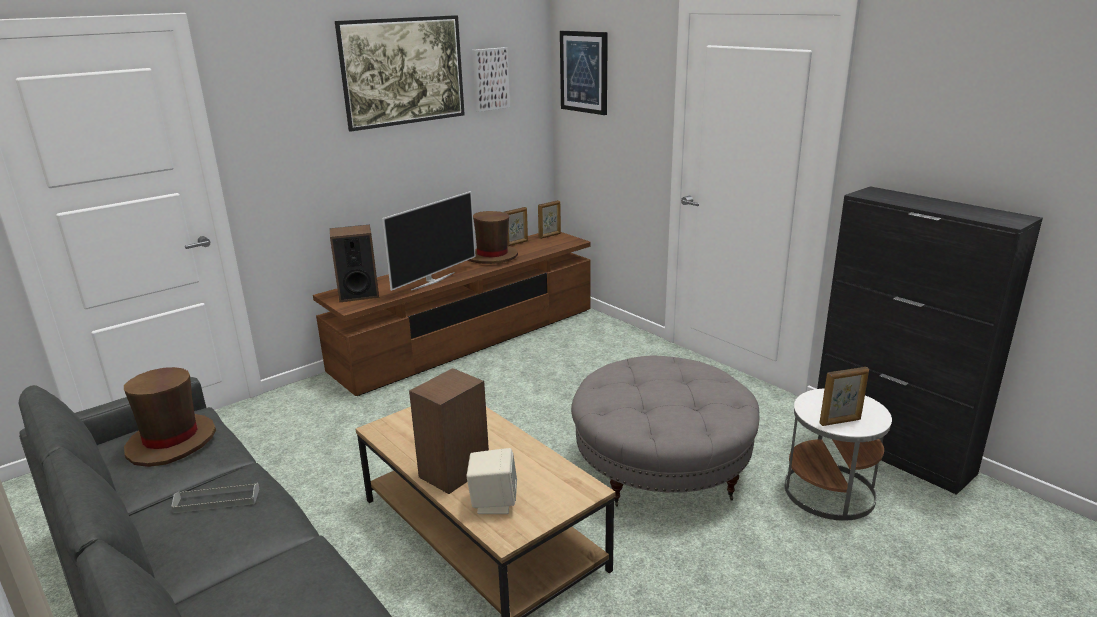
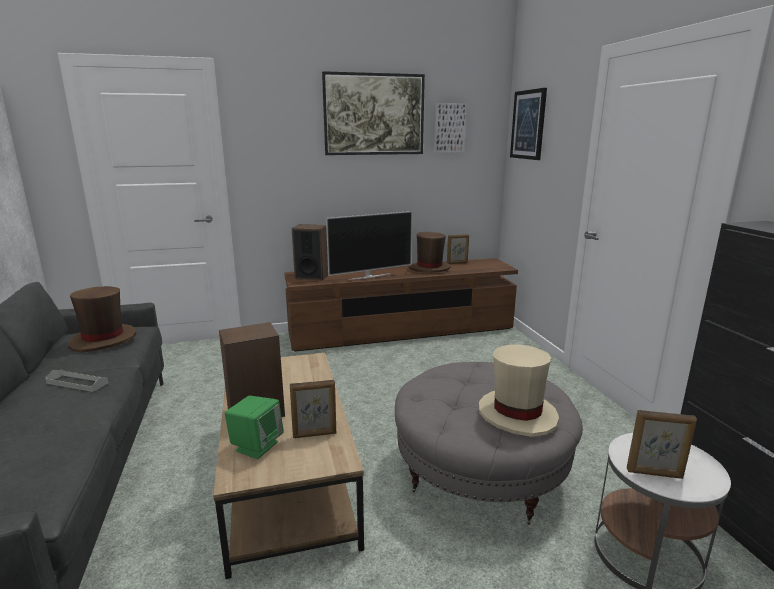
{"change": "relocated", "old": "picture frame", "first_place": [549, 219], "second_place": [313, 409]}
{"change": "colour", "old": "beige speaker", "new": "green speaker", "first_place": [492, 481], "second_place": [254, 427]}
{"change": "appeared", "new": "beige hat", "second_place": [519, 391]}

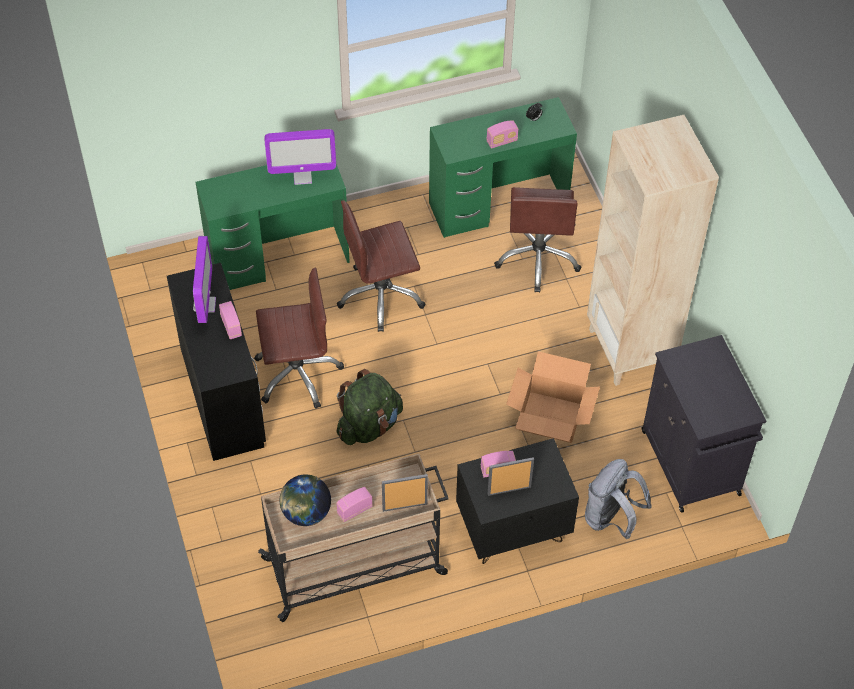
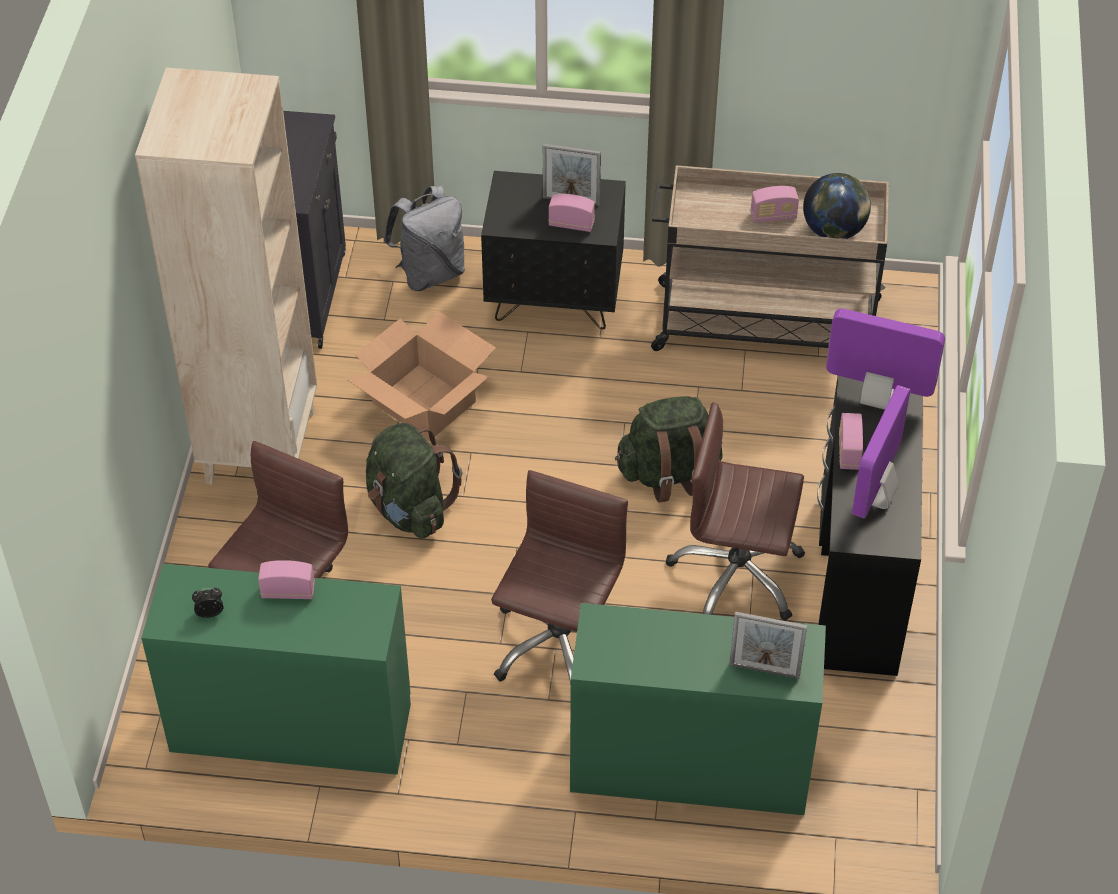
{"change": "relocated", "old": "monitor", "first_place": [300, 157], "second_place": [885, 359]}
{"change": "spun", "old": "brown office chair", "first_place": [381, 266], "second_place": [559, 577], "degrees": -75}
{"change": "relocated", "old": "picture frame", "first_place": [405, 493], "second_place": [768, 645]}
{"change": "appeared", "new": "green backpack", "second_place": [414, 481]}

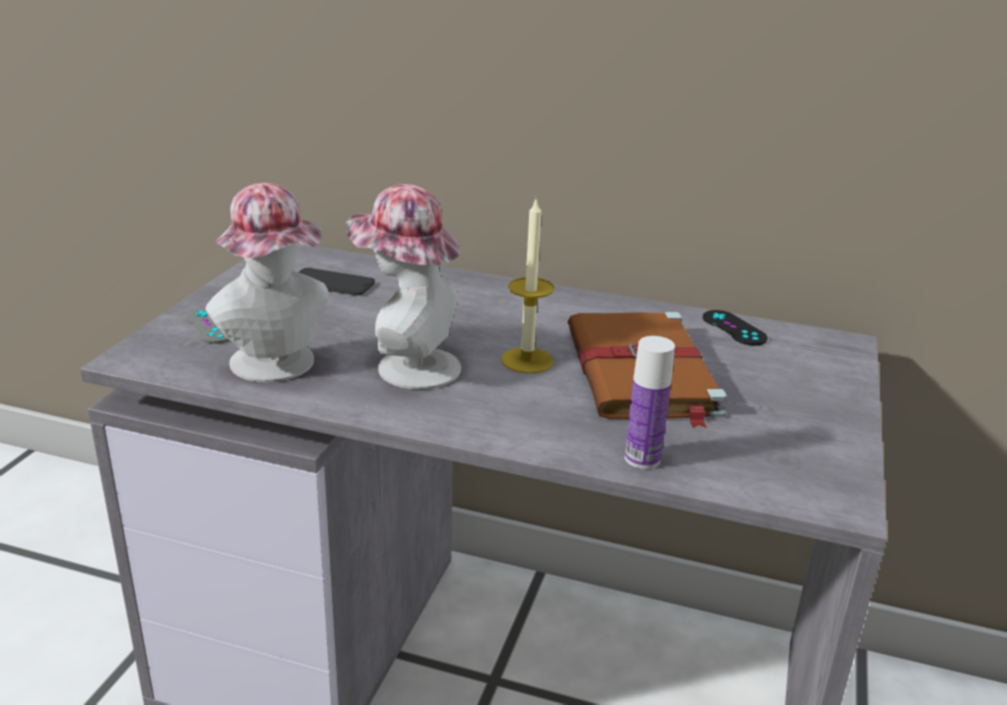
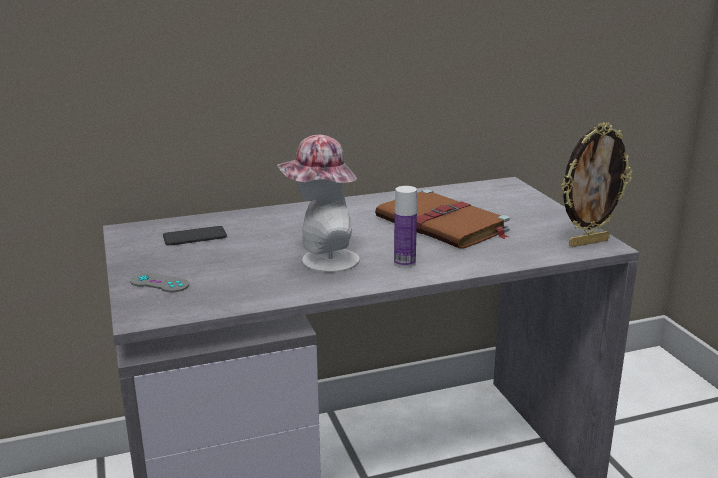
{"change": "missing", "old": "hat", "first_place": [267, 282]}
{"change": "missing", "old": "candle", "first_place": [527, 286]}
{"change": "missing", "old": "black game controller", "first_place": [735, 328]}
{"change": "relocated", "old": "bottle", "first_place": [650, 402], "second_place": [405, 227]}
{"change": "appeared", "new": "picture frame", "second_place": [596, 184]}

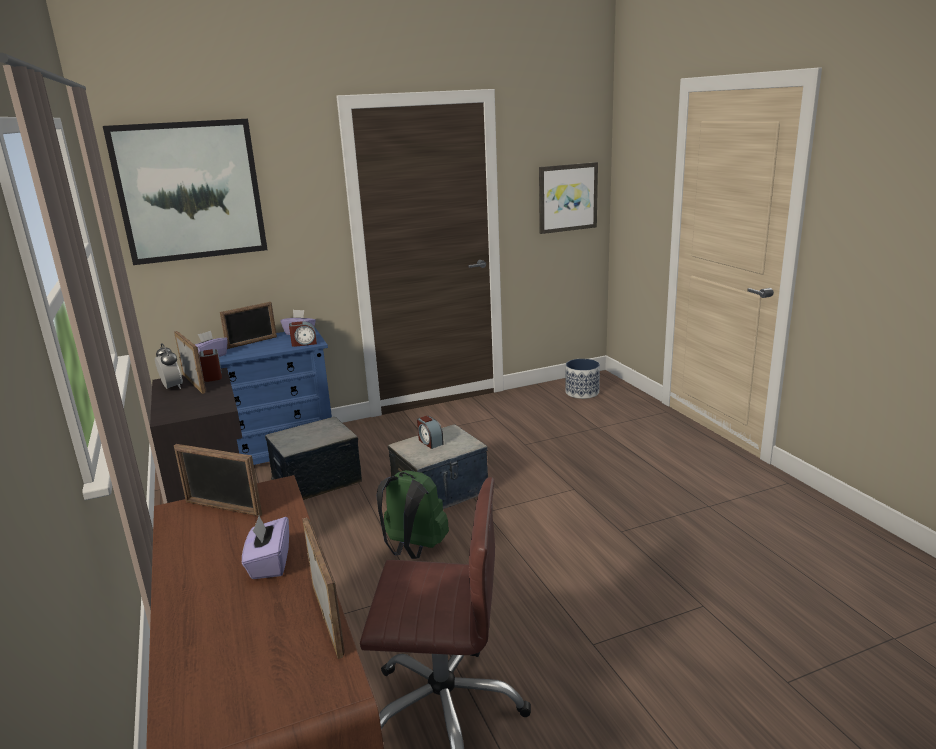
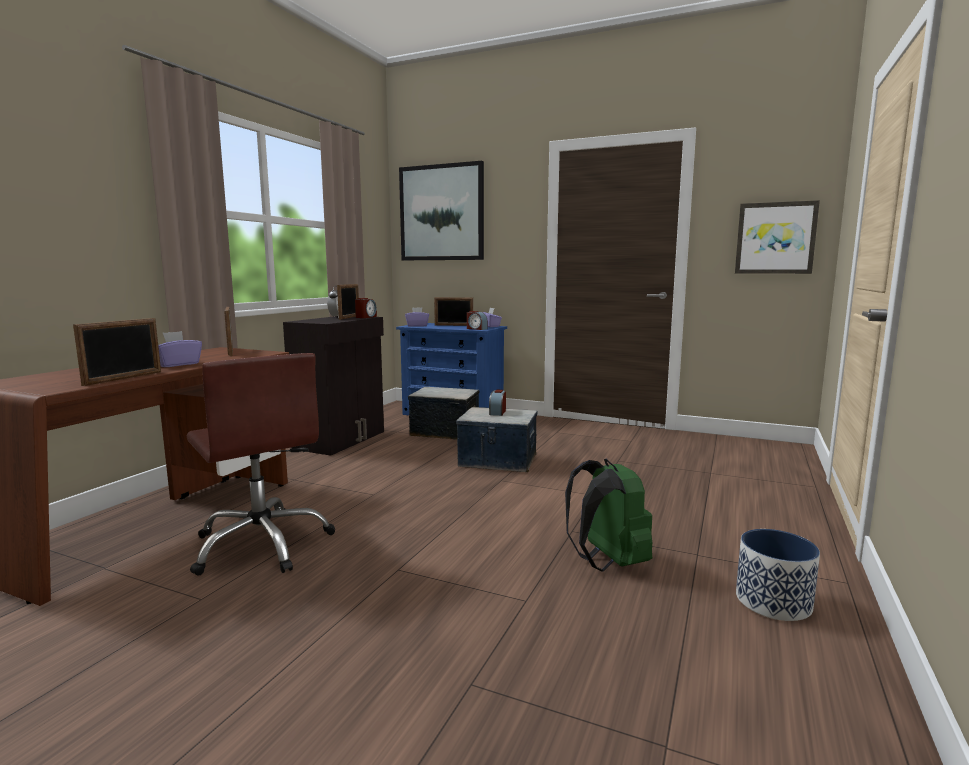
{"change": "relocated", "old": "planter", "first_place": [582, 379], "second_place": [778, 575]}
{"change": "relocated", "old": "green backpack", "first_place": [412, 514], "second_place": [608, 515]}

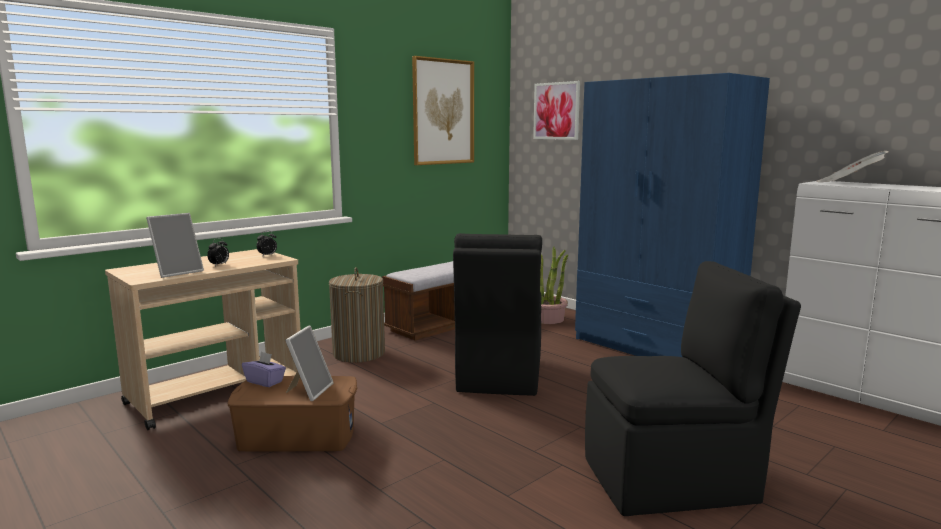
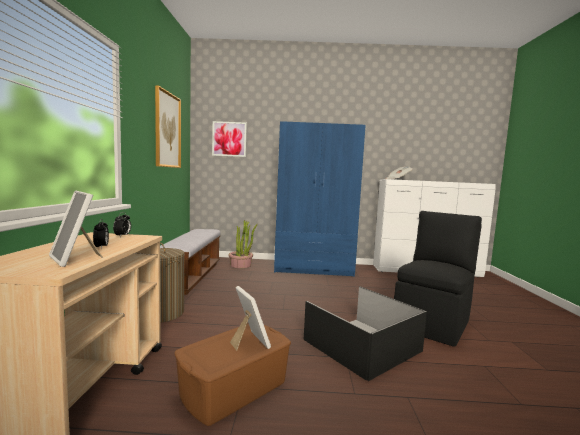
{"change": "spun", "old": "picture frame", "first_place": [175, 245], "second_place": [76, 229], "degrees": 135}
{"change": "missing", "old": "black chair", "first_place": [497, 314]}
{"change": "missing", "old": "purple tissue box", "first_place": [264, 369]}
{"change": "appeared", "new": "black storage box", "second_place": [365, 333]}

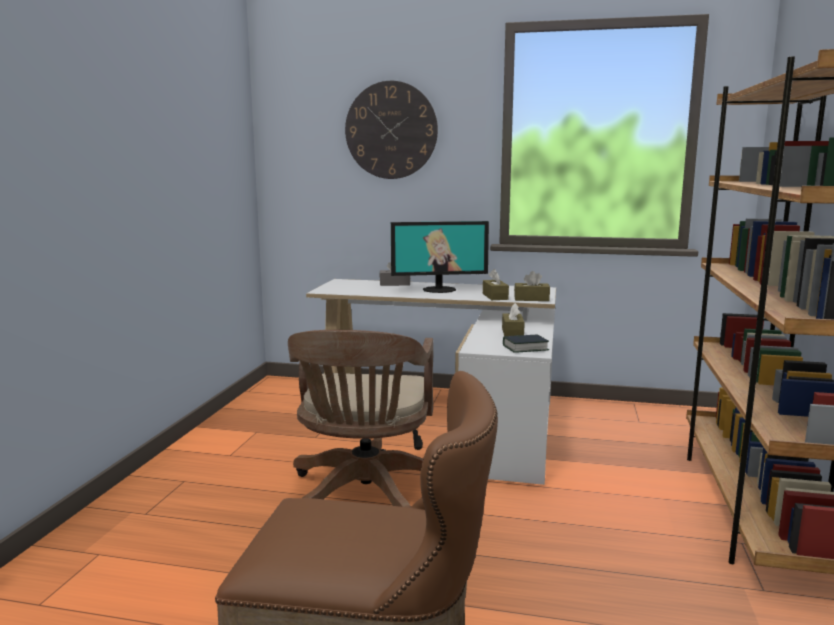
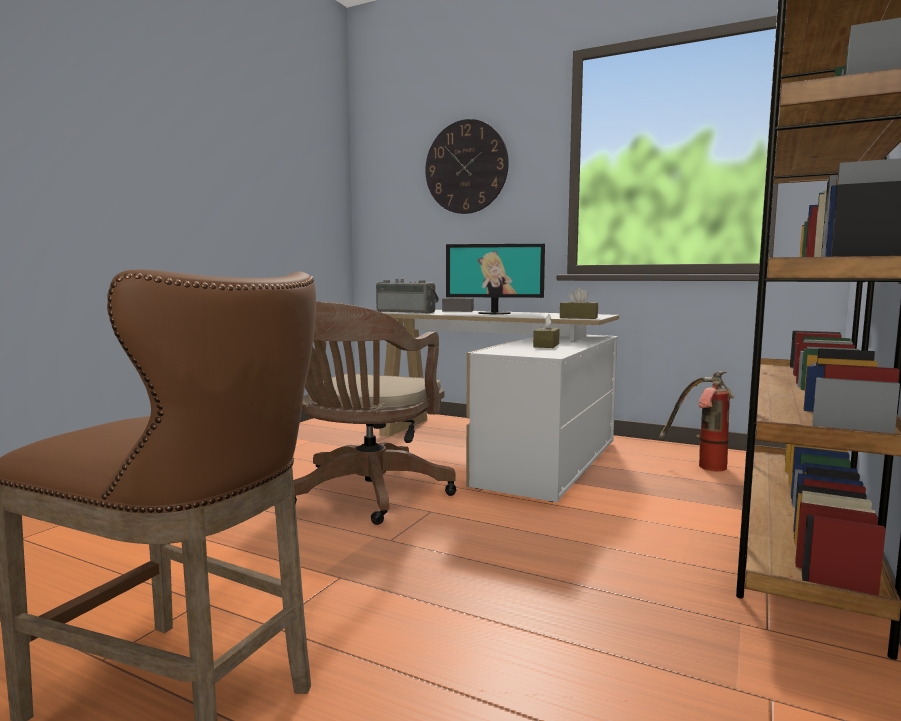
{"change": "missing", "old": "brown tissue box", "first_place": [496, 284]}
{"change": "missing", "old": "book", "first_place": [526, 343]}
{"change": "appeared", "new": "radio", "second_place": [407, 296]}
{"change": "appeared", "new": "fire extinguisher", "second_place": [696, 421]}

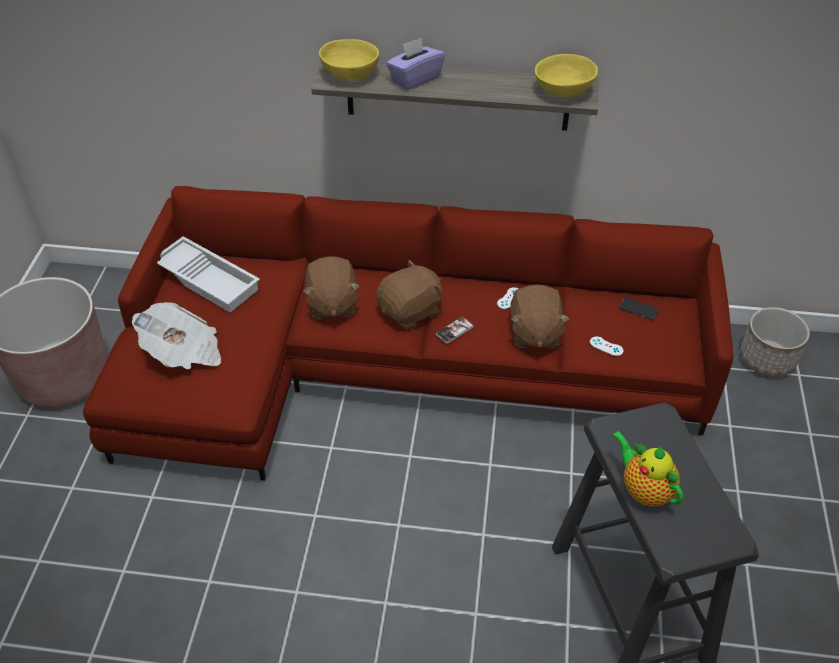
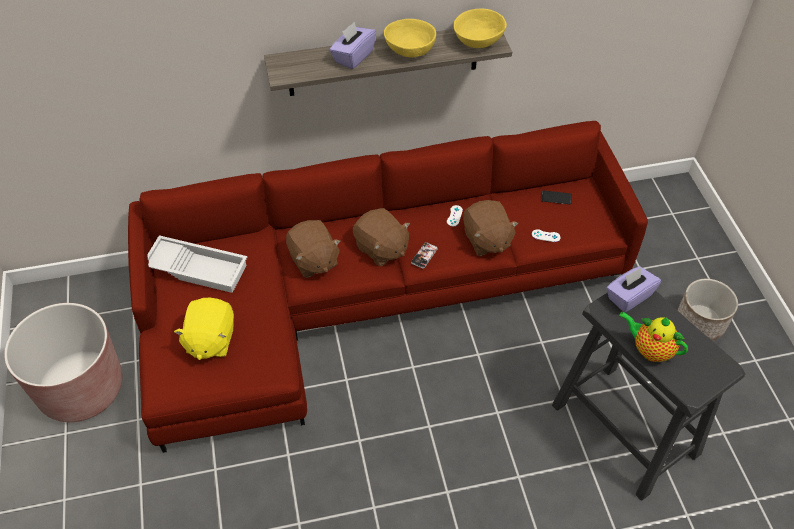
{"change": "relocated", "old": "yellow bowl", "first_place": [349, 60], "second_place": [410, 38]}
{"change": "spun", "old": "brown plush toy", "first_place": [409, 295], "second_place": [381, 237], "degrees": 105}
{"change": "exchanged", "old": "newspaper", "new": "yellow plush toy", "first_place": [176, 335], "second_place": [204, 329]}
{"change": "relocated", "old": "planter", "first_place": [775, 342], "second_place": [708, 309]}
{"change": "appeared", "new": "purple tissue box", "second_place": [633, 289]}

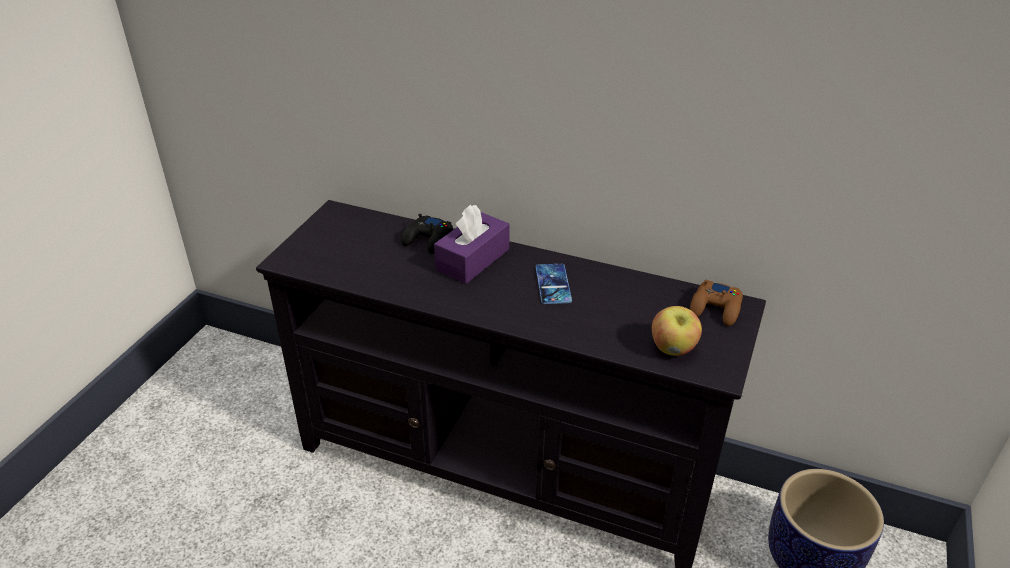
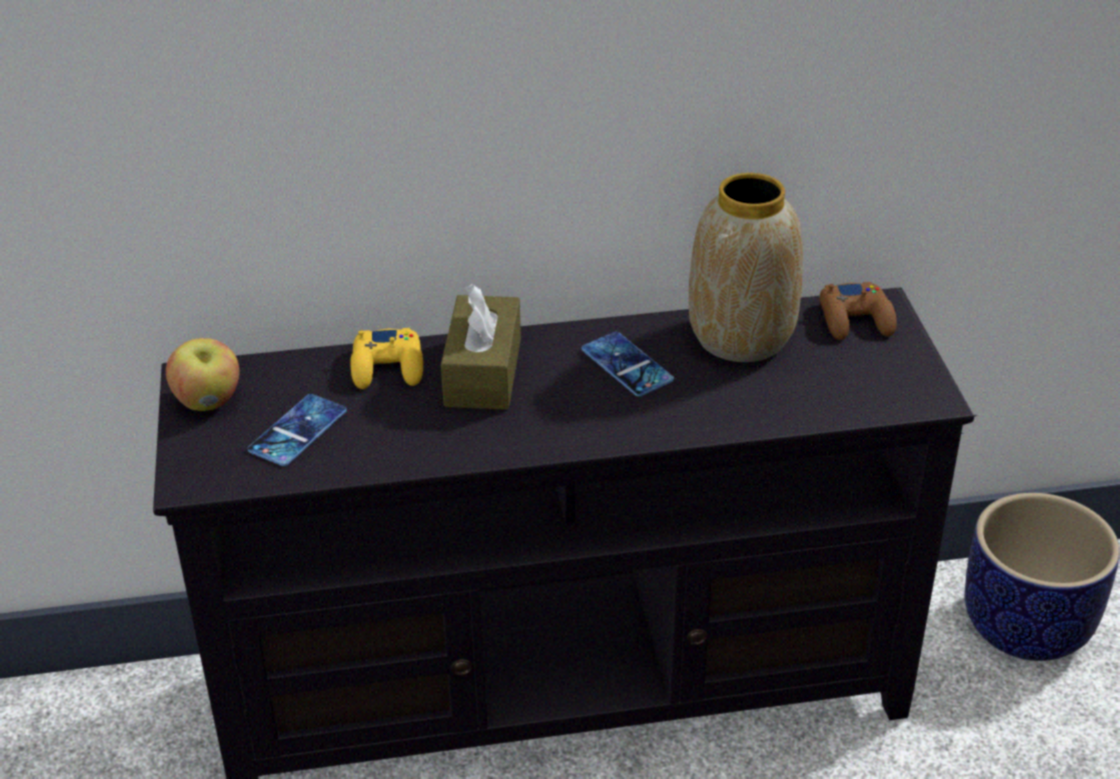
{"change": "colour", "old": "purple tissue box", "new": "brown tissue box", "first_place": [472, 244], "second_place": [481, 347]}
{"change": "colour", "old": "black game controller", "new": "yellow game controller", "first_place": [427, 234], "second_place": [387, 358]}
{"change": "relocated", "old": "apple", "first_place": [677, 331], "second_place": [202, 374]}
{"change": "appeared", "new": "vase", "second_place": [745, 267]}
{"change": "appeared", "new": "phone", "second_place": [297, 430]}

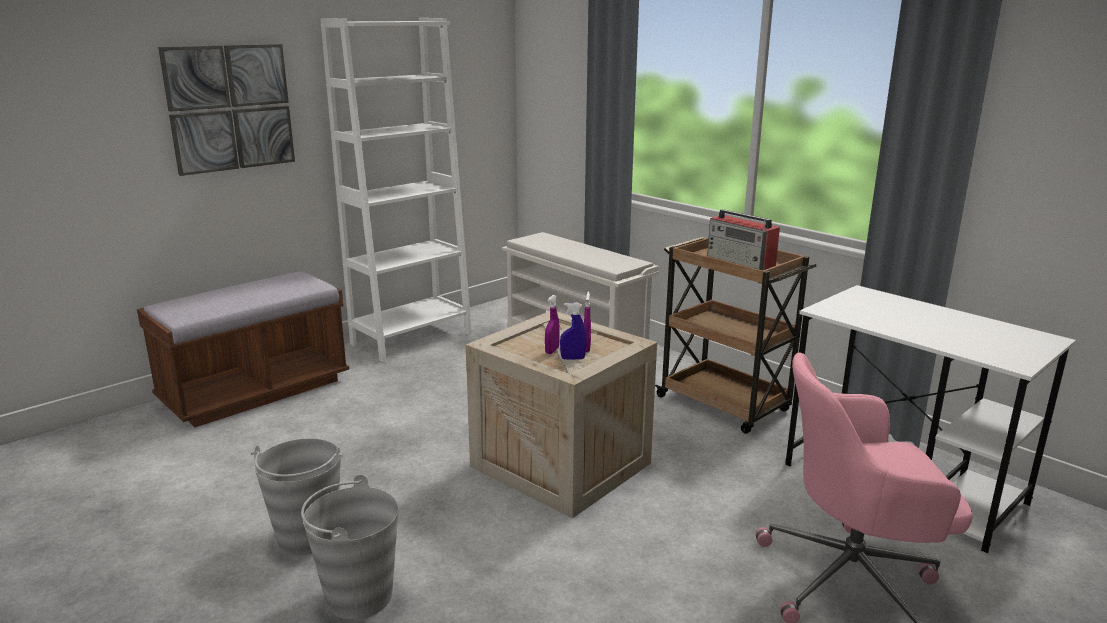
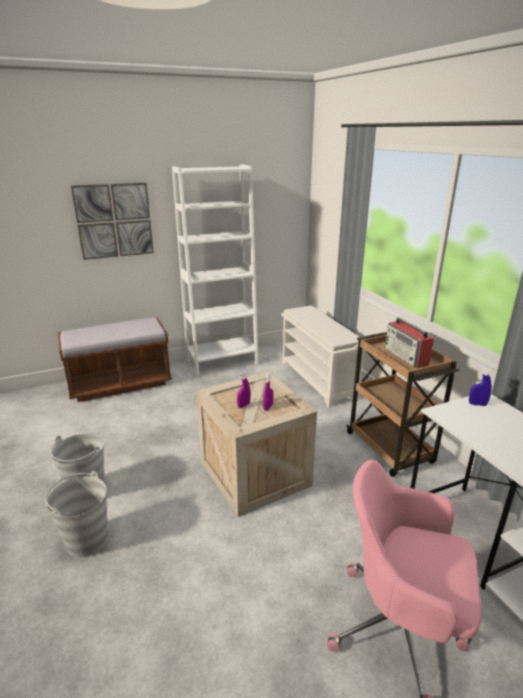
{"change": "relocated", "old": "blue spray bottle", "first_place": [573, 331], "second_place": [481, 386]}

